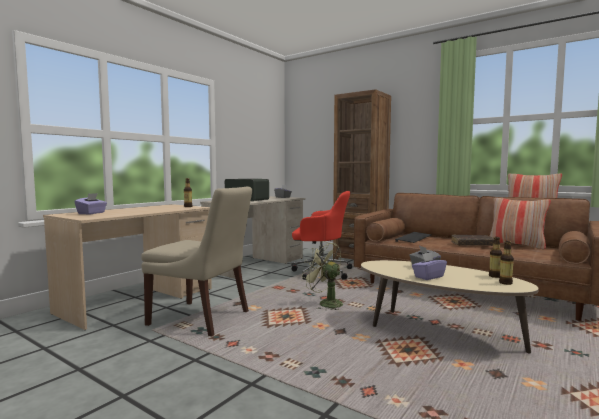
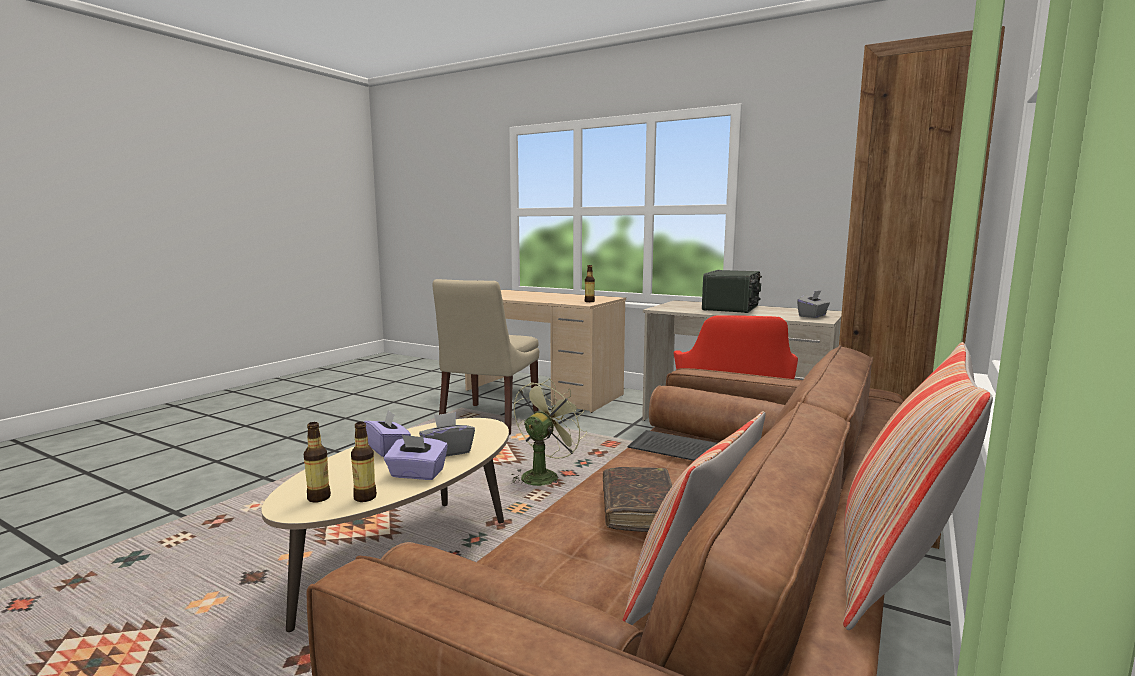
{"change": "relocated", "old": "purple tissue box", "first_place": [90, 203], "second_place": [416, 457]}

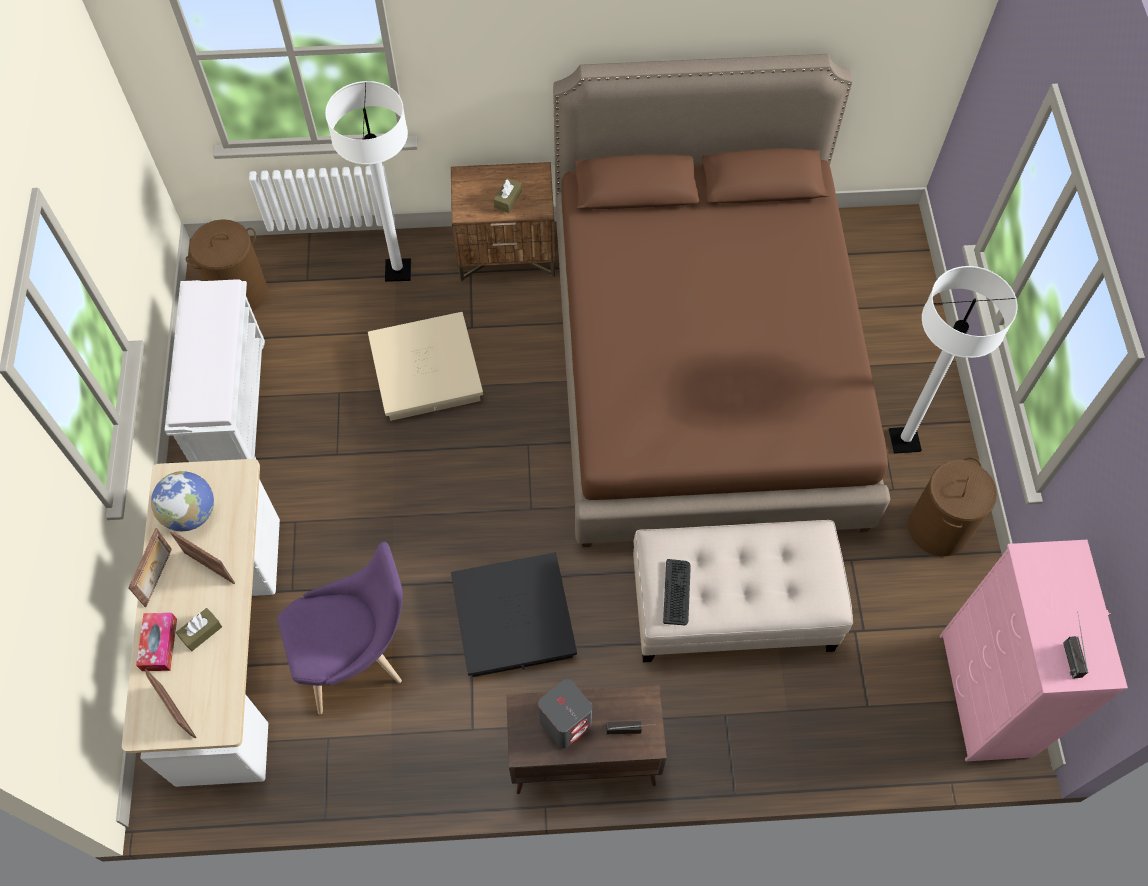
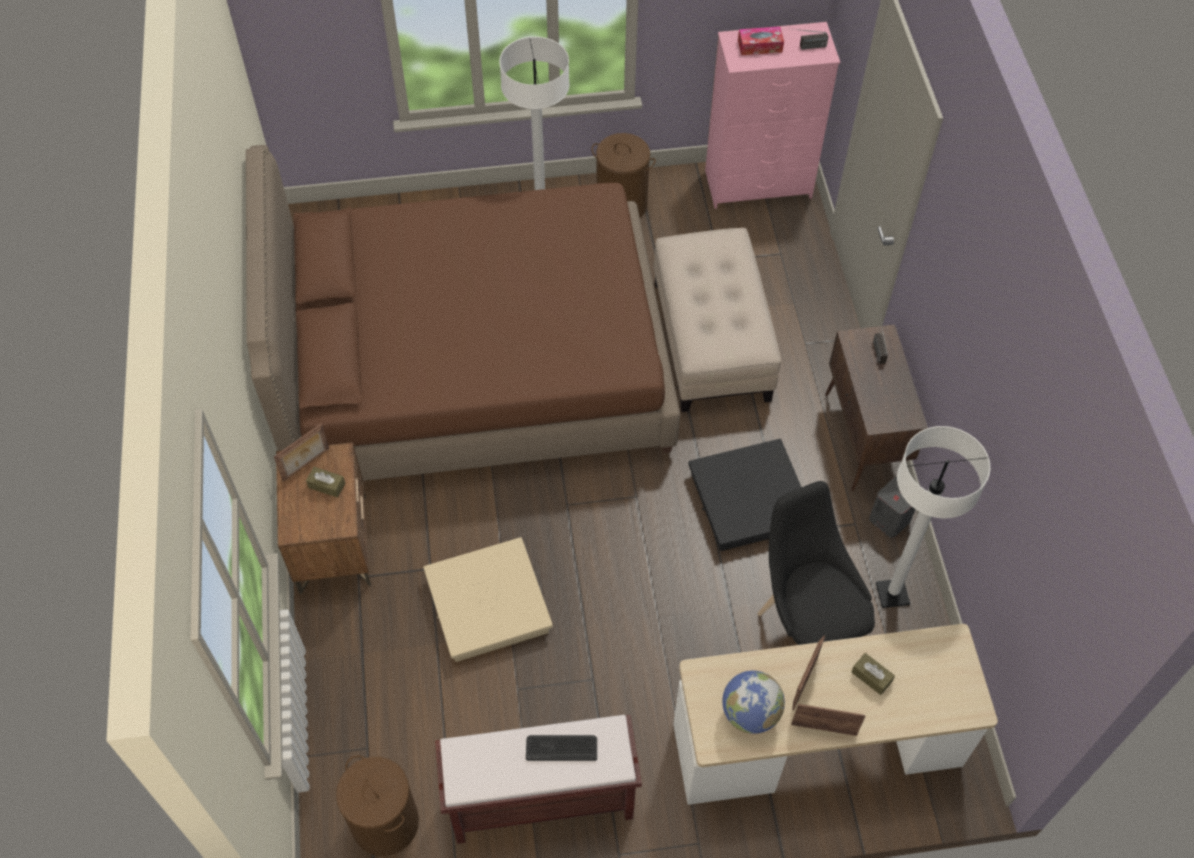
{"change": "relocated", "old": "white floor lamp", "first_place": [368, 181], "second_place": [933, 517]}
{"change": "colour", "old": "white bench", "new": "brown bench", "first_place": [215, 370], "second_place": [538, 779]}
{"change": "colour", "old": "purple chair", "new": "black chair", "first_place": [340, 628], "second_place": [816, 563]}
{"change": "relocated", "old": "keyboard", "first_place": [677, 592], "second_place": [561, 748]}
{"change": "relocated", "old": "tissue box", "first_place": [156, 642], "second_place": [761, 41]}
{"change": "relocated", "old": "picture frame", "first_place": [171, 703], "second_place": [301, 452]}
{"change": "relocated", "old": "grey speaker", "first_place": [565, 713], "second_place": [892, 507]}

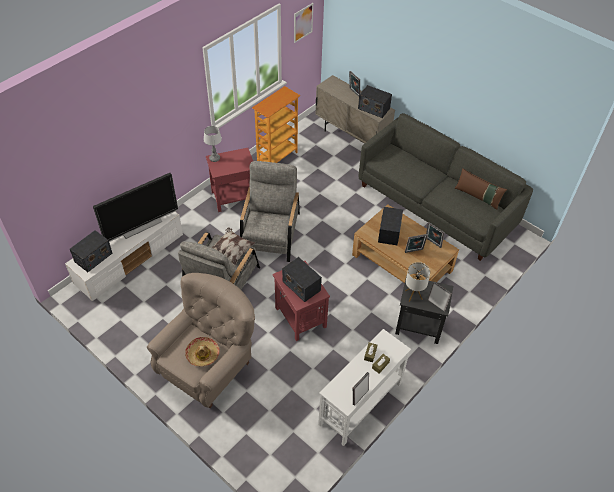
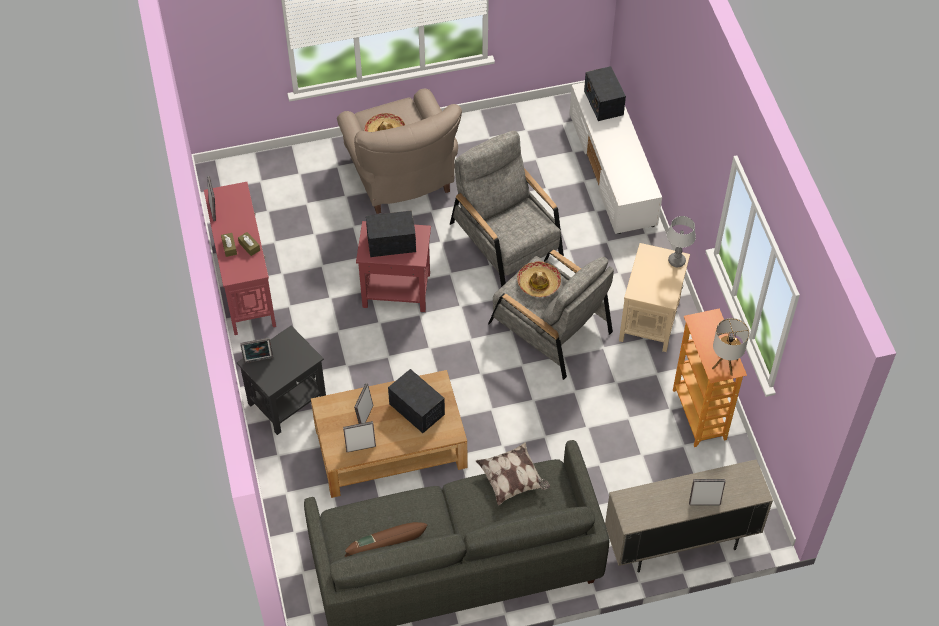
{"change": "missing", "old": "picture", "first_place": [303, 23]}
{"change": "missing", "old": "radio", "first_place": [375, 101]}
{"change": "colour", "old": "red side table", "new": "beige side table", "first_place": [229, 180], "second_place": [654, 297]}
{"change": "missing", "old": "television", "first_place": [135, 207]}
{"change": "relocated", "old": "pillow", "first_place": [233, 246], "second_place": [513, 473]}
{"change": "relocated", "old": "table lamp", "first_place": [418, 282], "second_place": [730, 347]}
{"change": "colour", "old": "white console table", "new": "red console table", "first_place": [364, 387], "second_place": [240, 258]}
{"change": "appeared", "new": "hat", "second_place": [539, 279]}

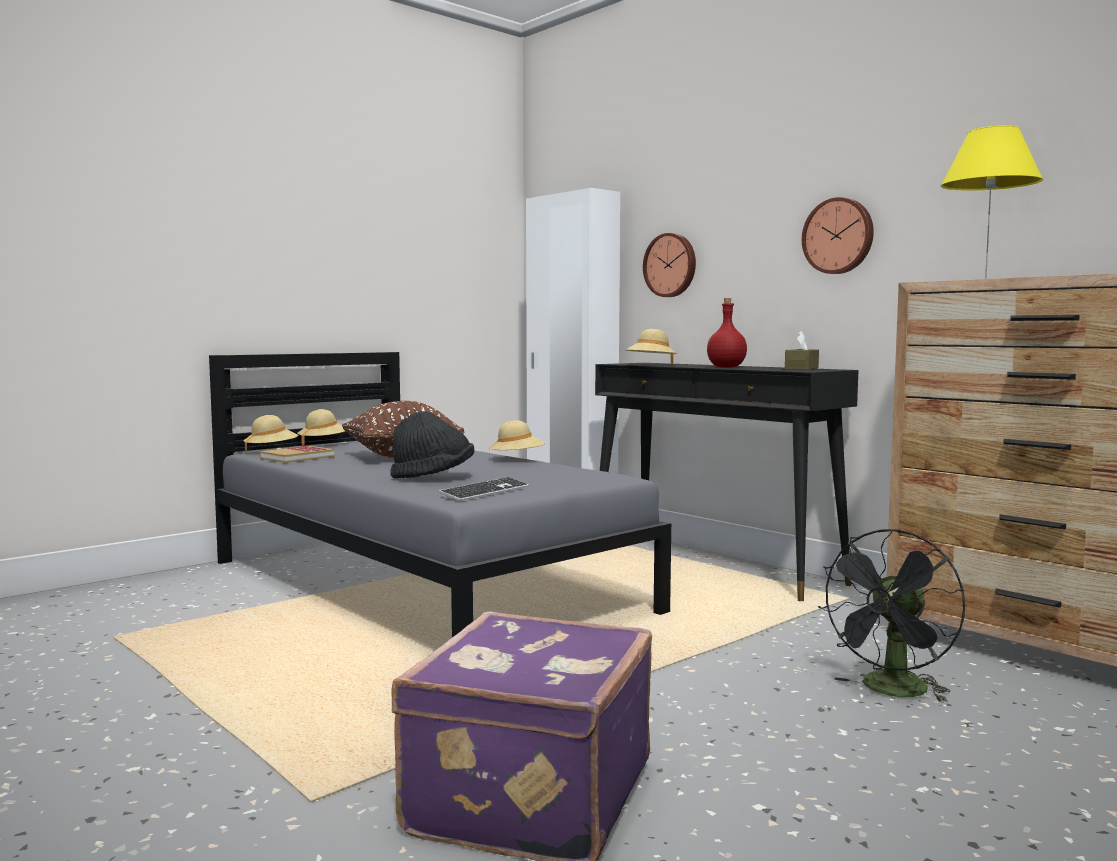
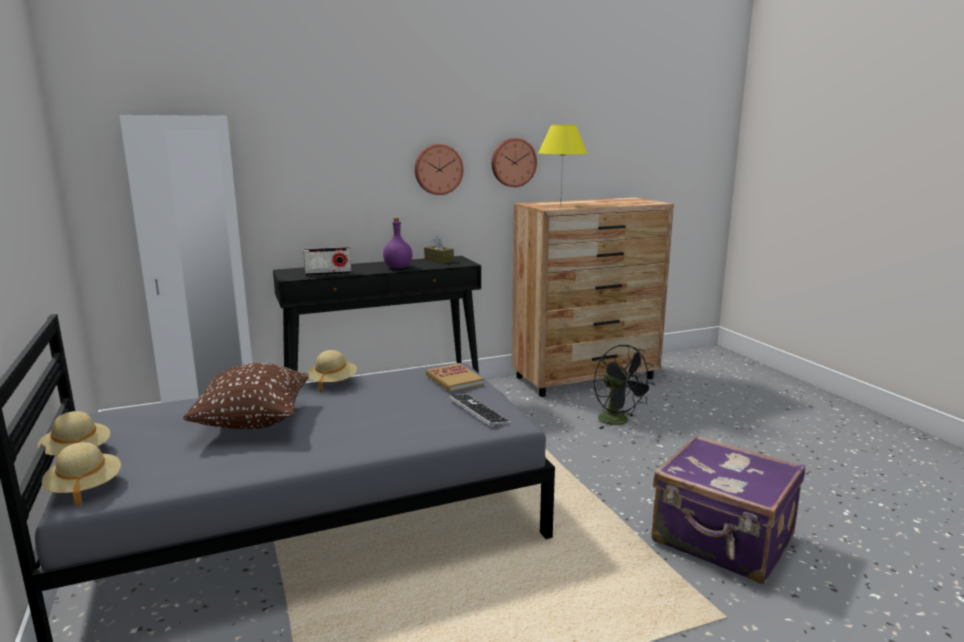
{"change": "relocated", "old": "wall clock", "first_place": [669, 265], "second_place": [514, 162]}
{"change": "colour", "old": "red bottle", "new": "purple bottle", "first_place": [727, 333], "second_place": [398, 243]}
{"change": "exchanged", "old": "beige hat", "new": "radio", "first_place": [651, 346], "second_place": [327, 261]}
{"change": "missing", "old": "black hat", "first_place": [432, 444]}
{"change": "relocated", "old": "book", "first_place": [297, 454], "second_place": [455, 377]}

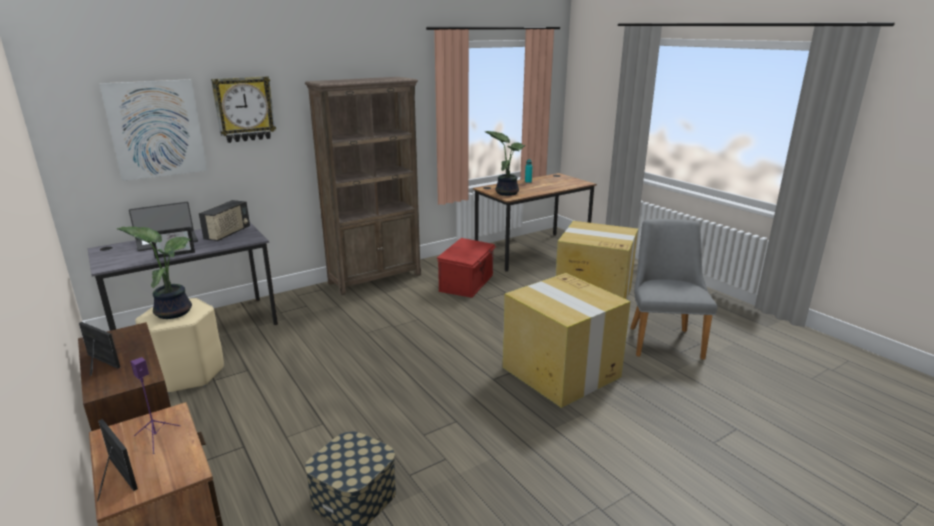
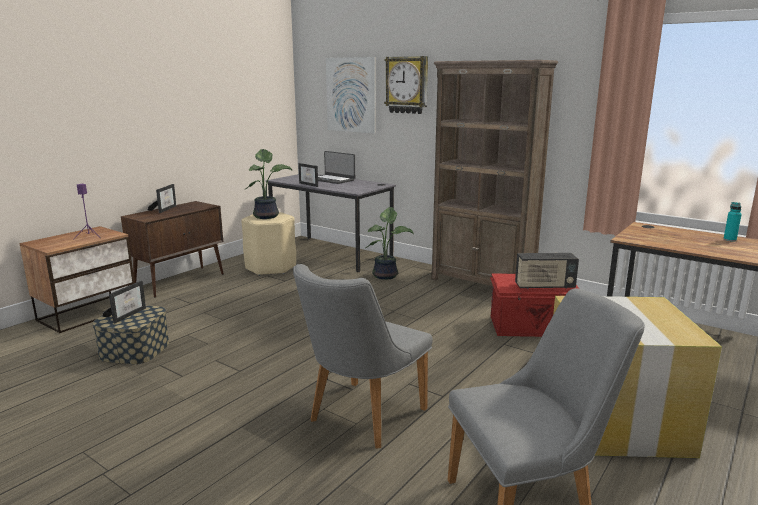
{"change": "relocated", "old": "potted plant", "first_place": [505, 163], "second_place": [389, 243]}
{"change": "relocated", "old": "radio", "first_place": [224, 220], "second_place": [547, 271]}
{"change": "exchanged", "old": "cardboard box", "new": "grey chair", "first_place": [567, 340], "second_place": [363, 356]}
{"change": "relocated", "old": "picture frame", "first_place": [117, 460], "second_place": [124, 302]}

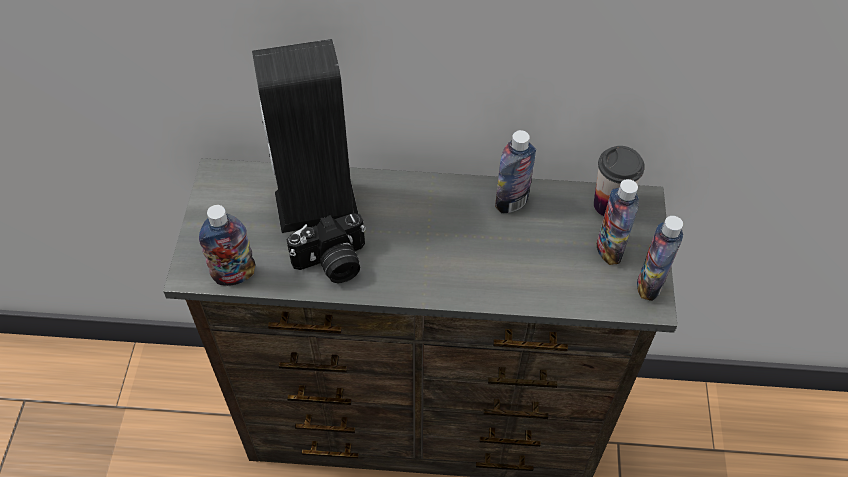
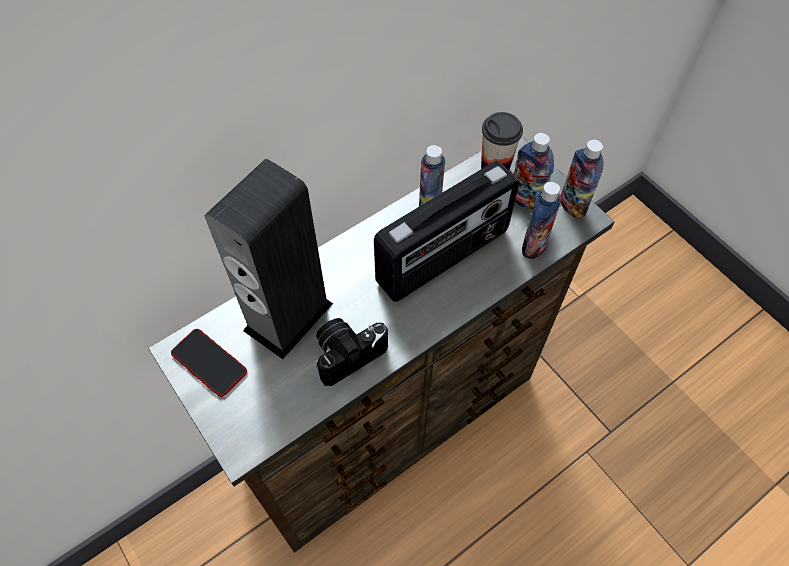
{"change": "relocated", "old": "bottle", "first_place": [227, 245], "second_place": [542, 221]}
{"change": "spun", "old": "photo camera", "first_place": [326, 248], "second_place": [351, 352], "degrees": -150}
{"change": "appeared", "new": "radio", "second_place": [446, 231]}
{"change": "appeared", "new": "phone", "second_place": [209, 363]}

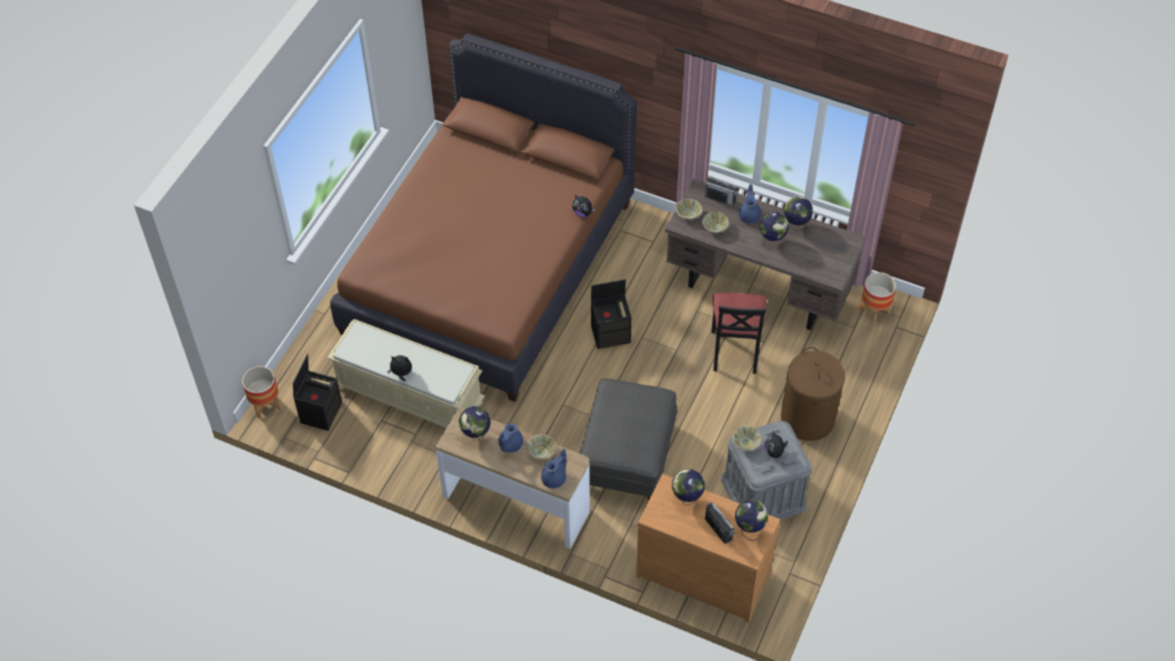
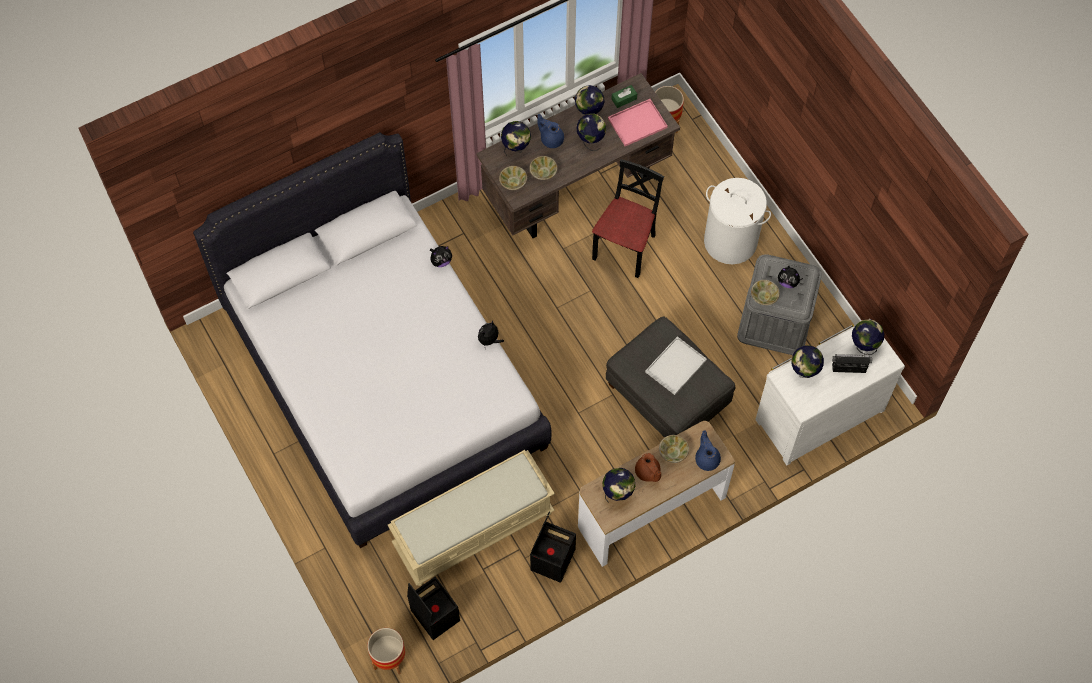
{"change": "colour", "old": "brown bed", "new": "white bed", "first_place": [483, 217], "second_place": [372, 340]}
{"change": "exchanged", "old": "radio", "new": "globe", "first_place": [721, 191], "second_place": [516, 138]}
{"change": "relocated", "old": "black storage box", "first_place": [611, 314], "second_place": [553, 547]}
{"change": "spun", "old": "black chair", "first_place": [739, 333], "second_place": [628, 218], "degrees": -105}
{"change": "colour", "old": "brown laundry basket", "new": "white laundry basket", "first_place": [813, 394], "second_place": [737, 221]}
{"change": "relocated", "old": "plush toy", "first_place": [400, 368], "second_place": [491, 333]}
{"change": "colour", "old": "blue teapot", "new": "brown teapot", "first_place": [510, 438], "second_place": [648, 467]}
{"change": "colour", "old": "brown dresser", "new": "white dresser", "first_place": [708, 548], "second_place": [830, 394]}
{"change": "appeared", "new": "green tissue box", "second_place": [624, 96]}
{"change": "appeared", "new": "pink tray", "second_place": [638, 122]}
{"change": "appeared", "new": "white tray", "second_place": [676, 365]}

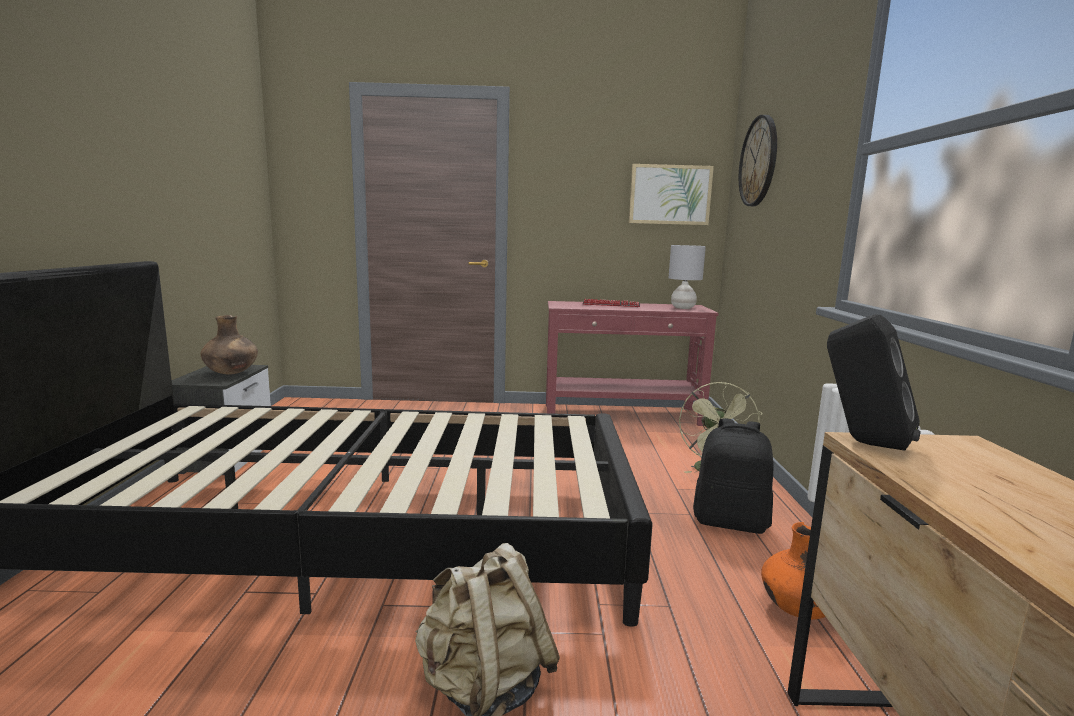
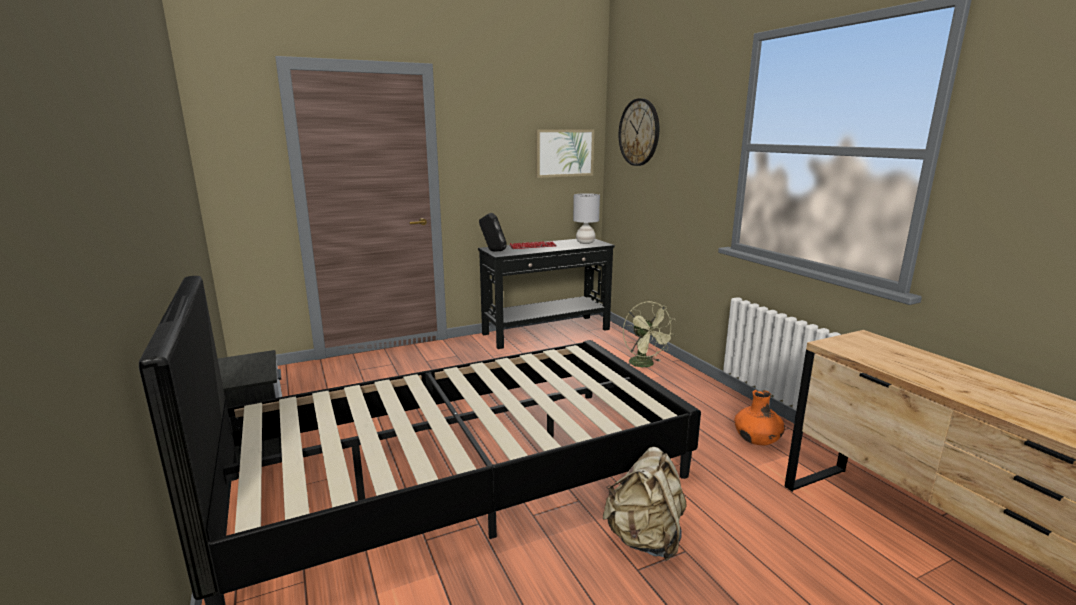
{"change": "colour", "old": "red console table", "new": "black console table", "first_place": [632, 363], "second_place": [546, 294]}
{"change": "relocated", "old": "black speaker", "first_place": [874, 382], "second_place": [493, 232]}
{"change": "missing", "old": "brown vase", "first_place": [229, 344]}
{"change": "missing", "old": "black backpack", "first_place": [733, 476]}

